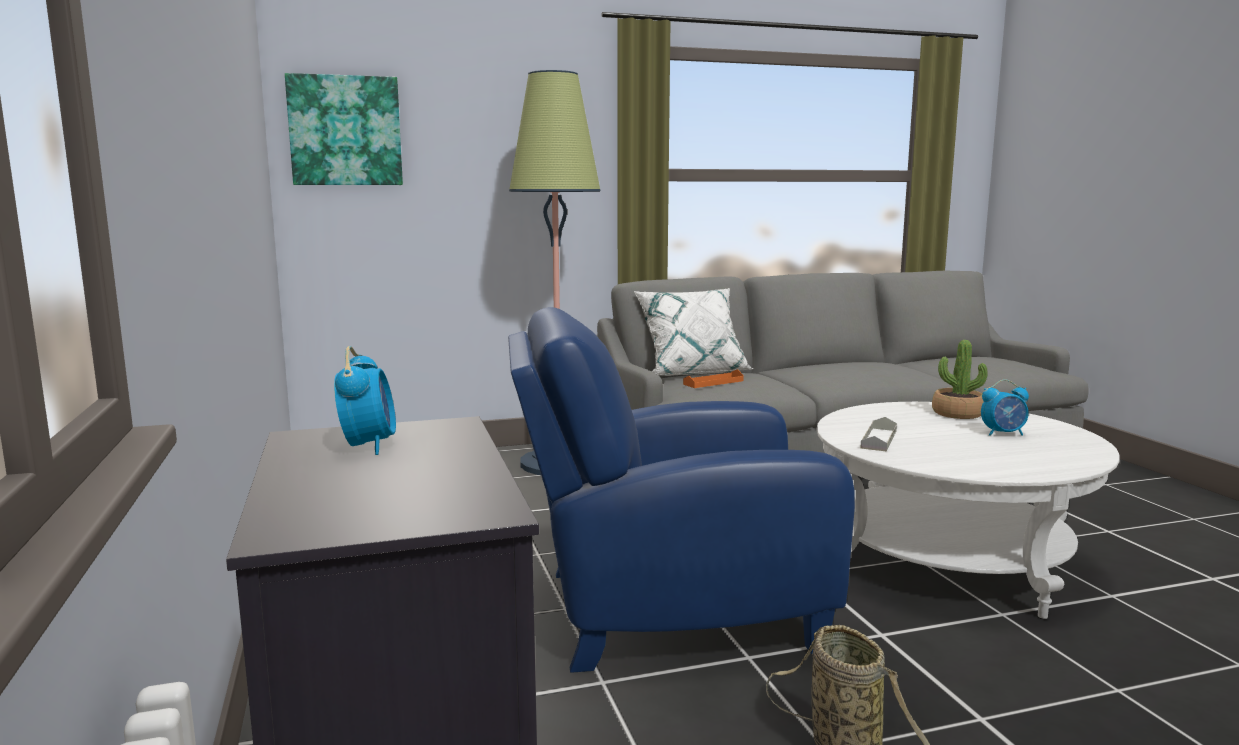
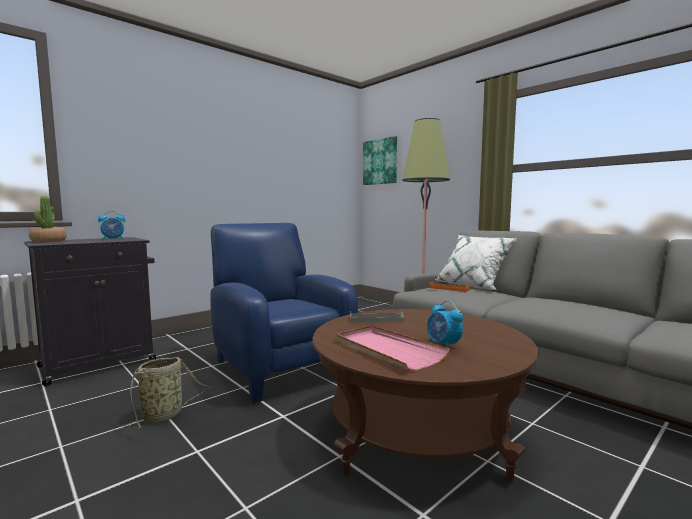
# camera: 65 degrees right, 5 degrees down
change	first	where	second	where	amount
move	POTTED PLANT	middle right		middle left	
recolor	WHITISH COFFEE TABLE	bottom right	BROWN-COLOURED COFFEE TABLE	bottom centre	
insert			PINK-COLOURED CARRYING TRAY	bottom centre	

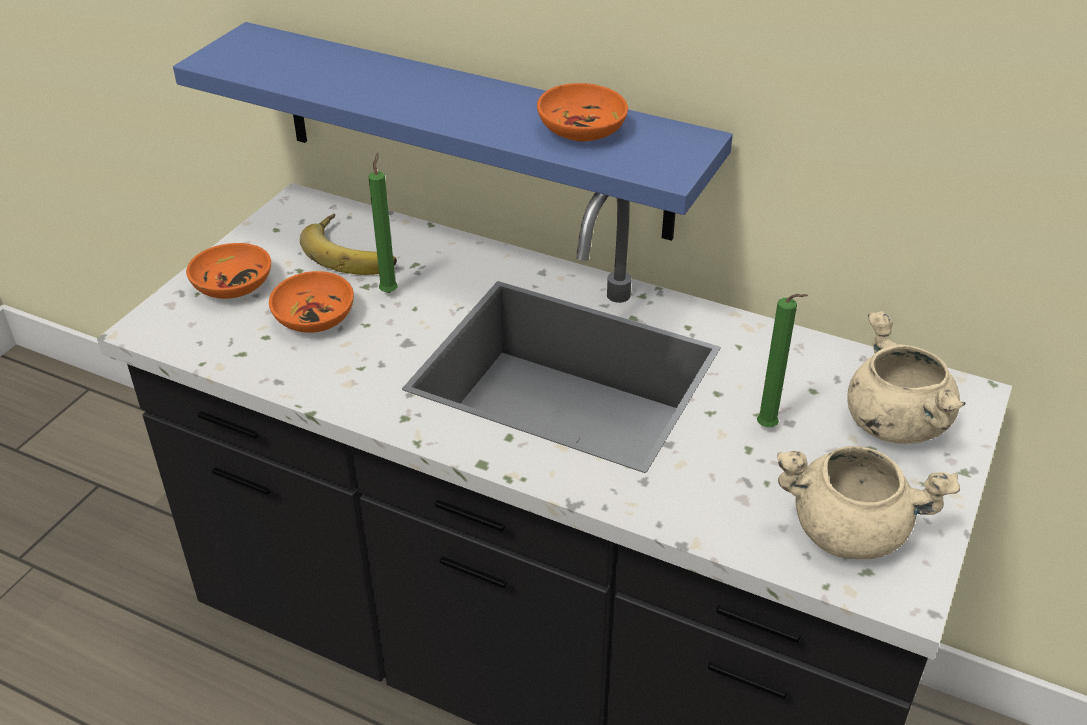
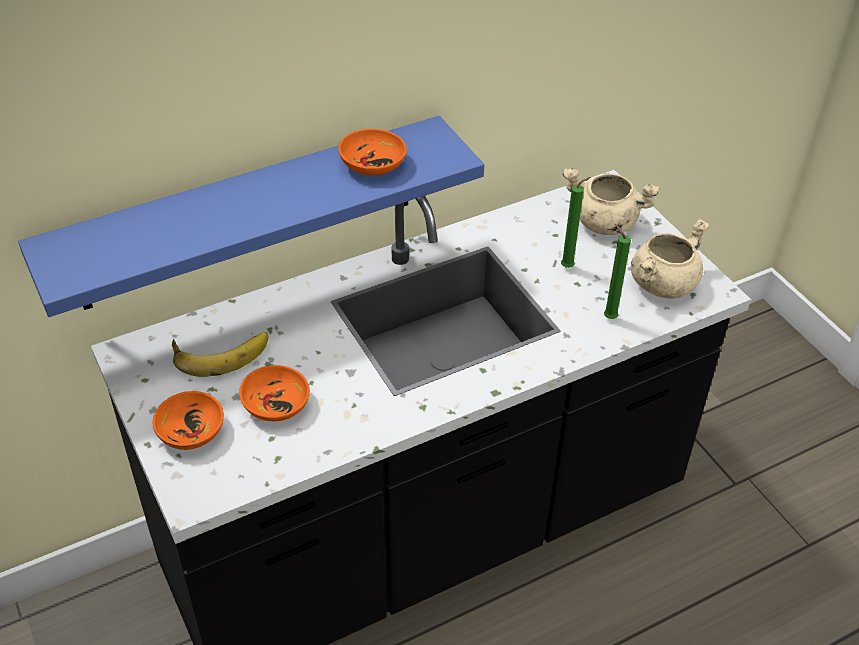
# camera: 55 degrees left, 5 degrees up
change	first	where	second	where	amount
move	GREEN WAX CANDLE (1st from left in the first image)	top centre	GREEN WAX CANDLE (2nd from left)	middle right	

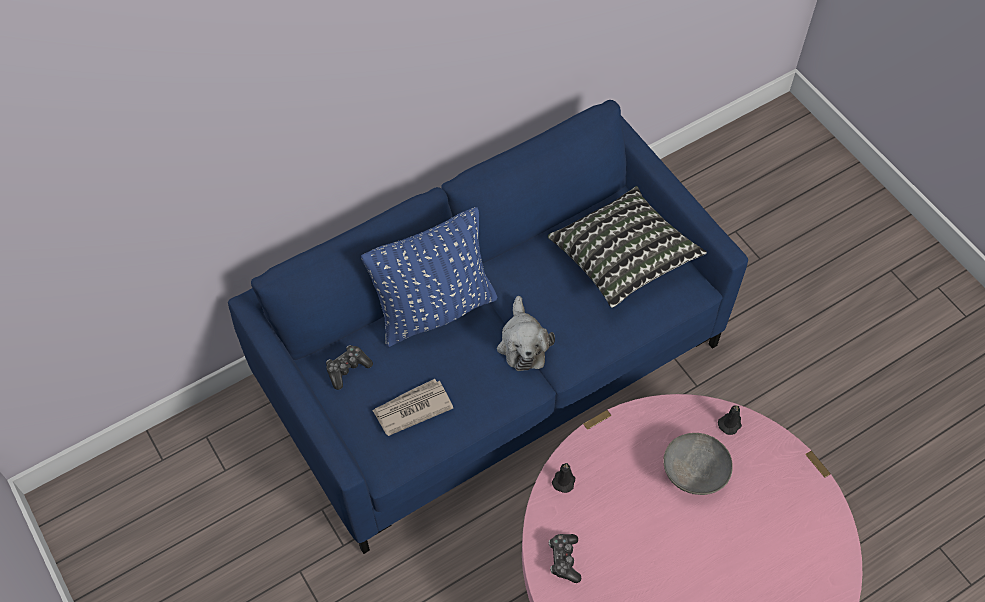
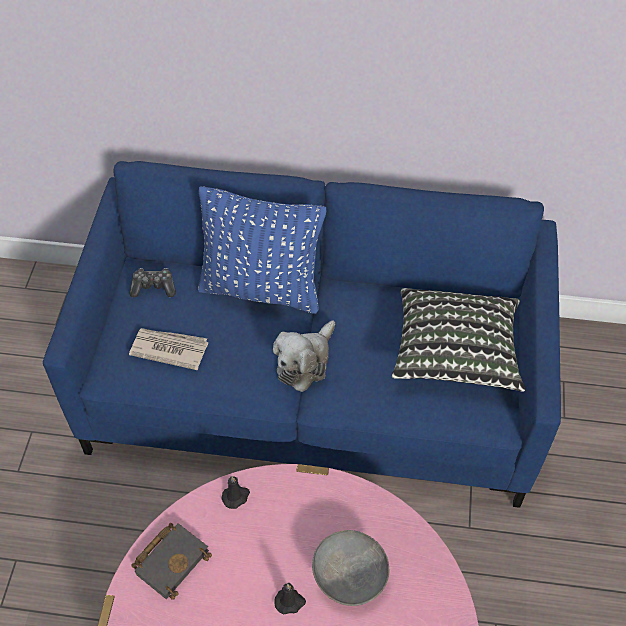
# camera: 40 degrees right, 5 degrees down
change	first	where	second	where	amount
move	BLACKISH WAX CANDLE (2nd from left)	bottom right		bottom centre	
replace	GAME CONTROLLER (2nd from left)	bottom centre	BLACKISH VOLUME	bottom left	

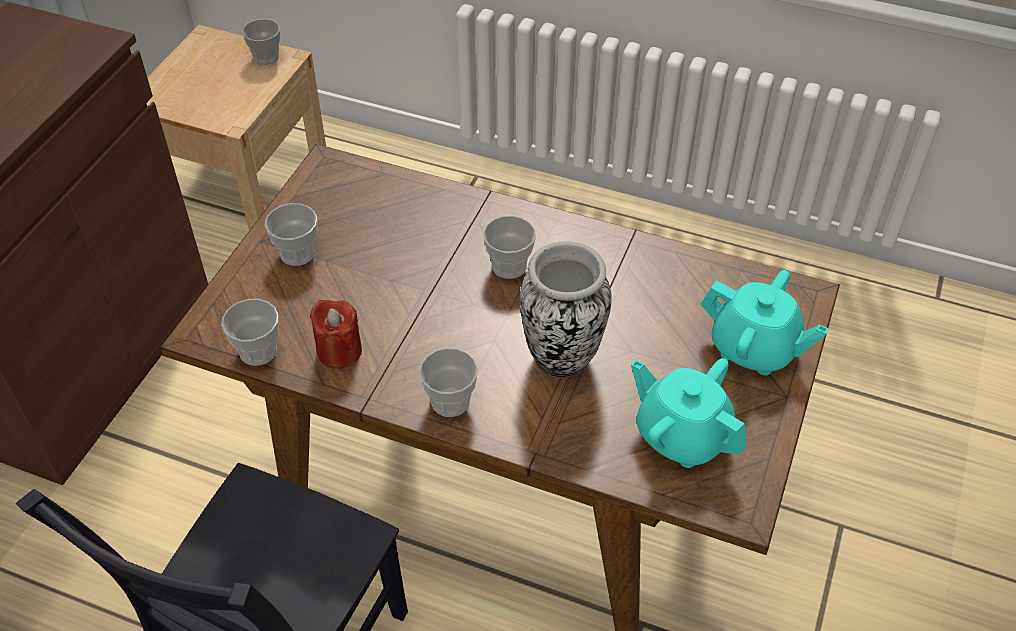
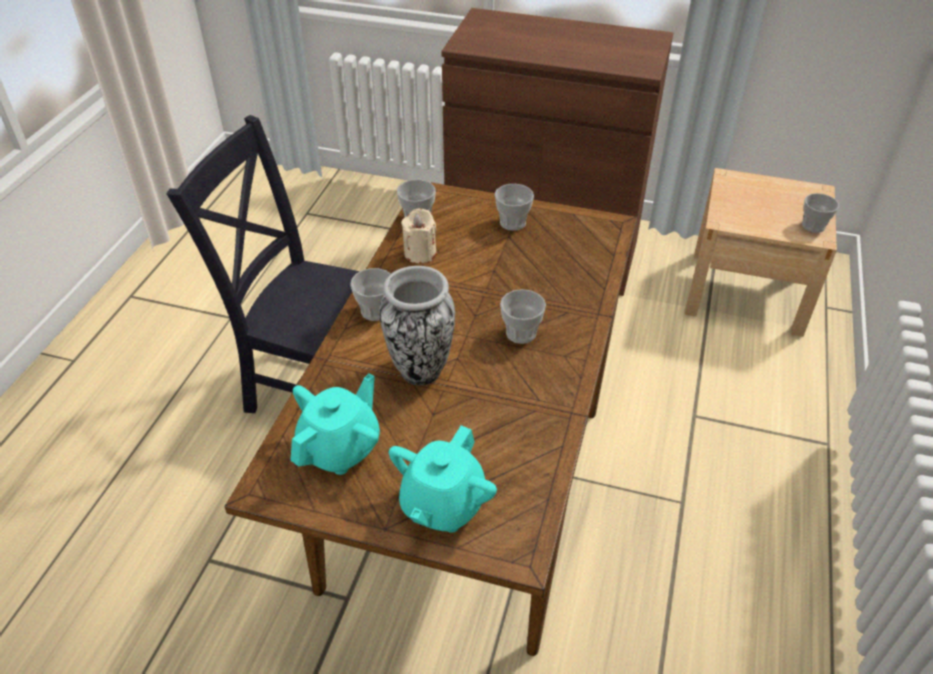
# camera: 85 degrees right, 5 degrees down
change	first	where	second	where	amount
recolor	RED-COLOURED WAX CANDLE	middle left	BEIGE WAX CANDLE	centre	

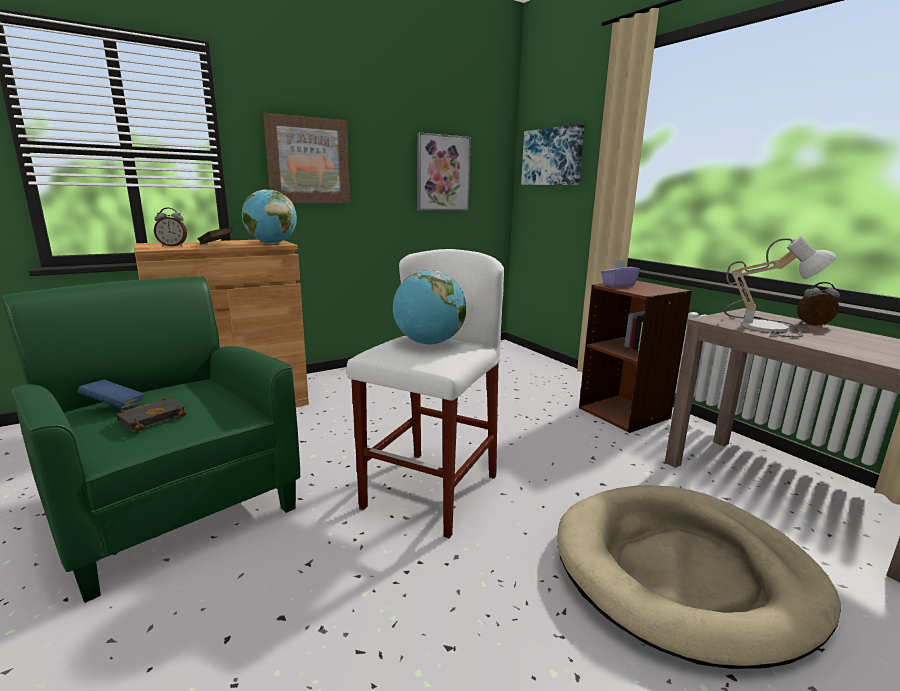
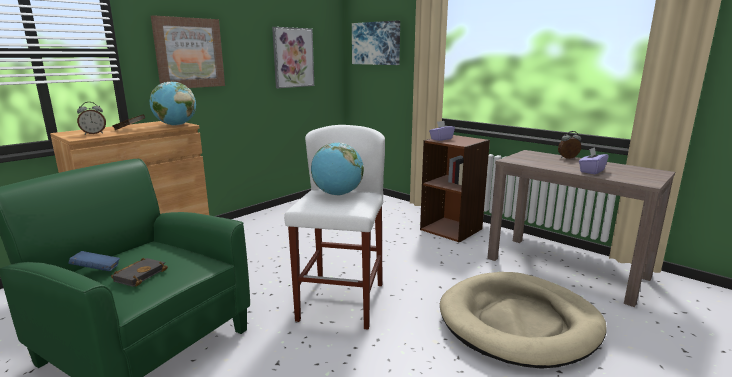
# camera: 15 degrees left, 0 degrees up
change	first	where	second	where	amount
delete	TABLE LAMP	middle right			
insert			PURPLE TISSUE HOLDER (2nd from left)	middle right	

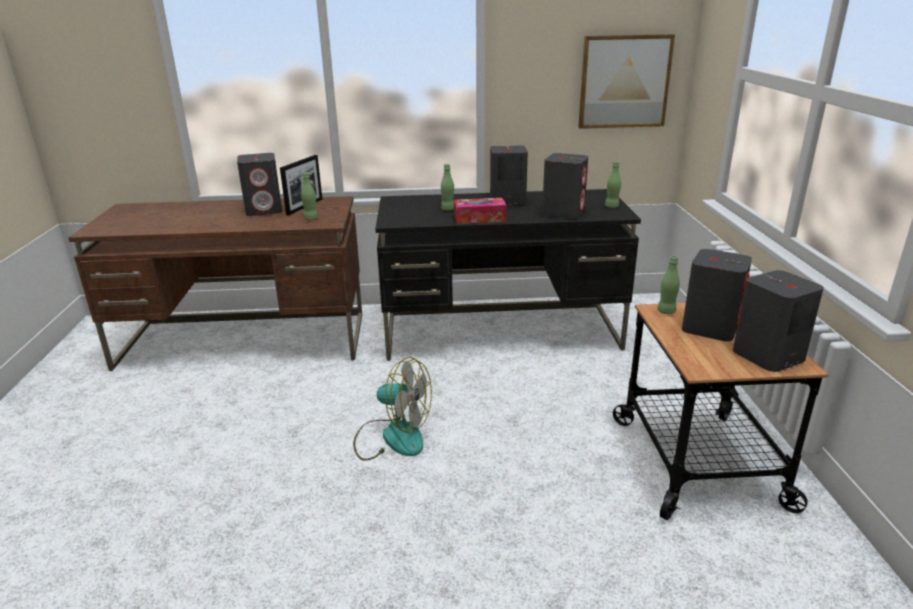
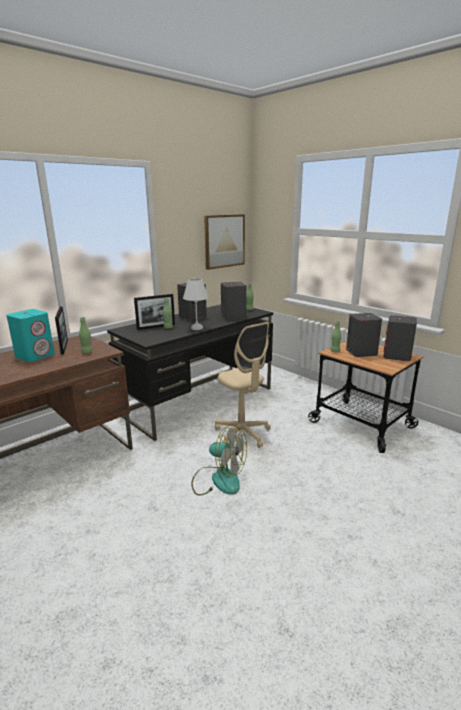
# camera: 40 degrees left, 5 degrees down
change	first	where	second	where	amount
recolor	GREY AUDIO SPEAKER (1st from left)	top left	BLUE-GREEN AUDIO SPEAKER	middle left	
replace	TISSUE HOLDER	centre	WHITISH TABLE LAMP	centre	
rotate	FAN	bottom centre		centre	45 degrees clockwise
insert			PICTURE FRAME (2nd from left)	centre	
insert			BEIGE DESK CHAIR	centre	

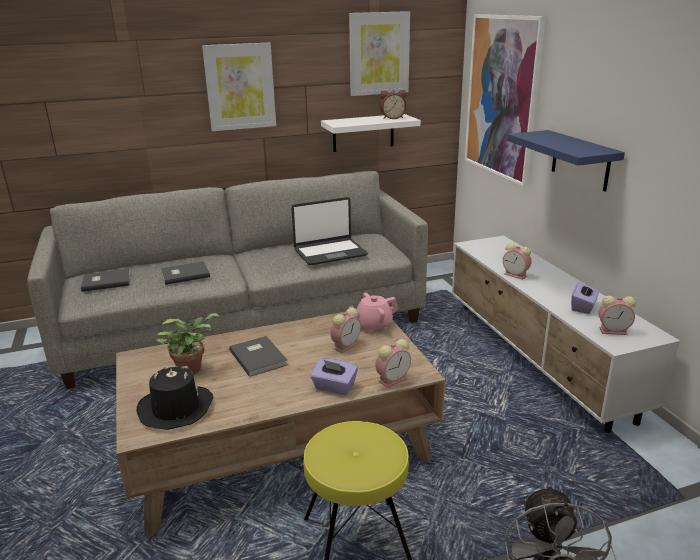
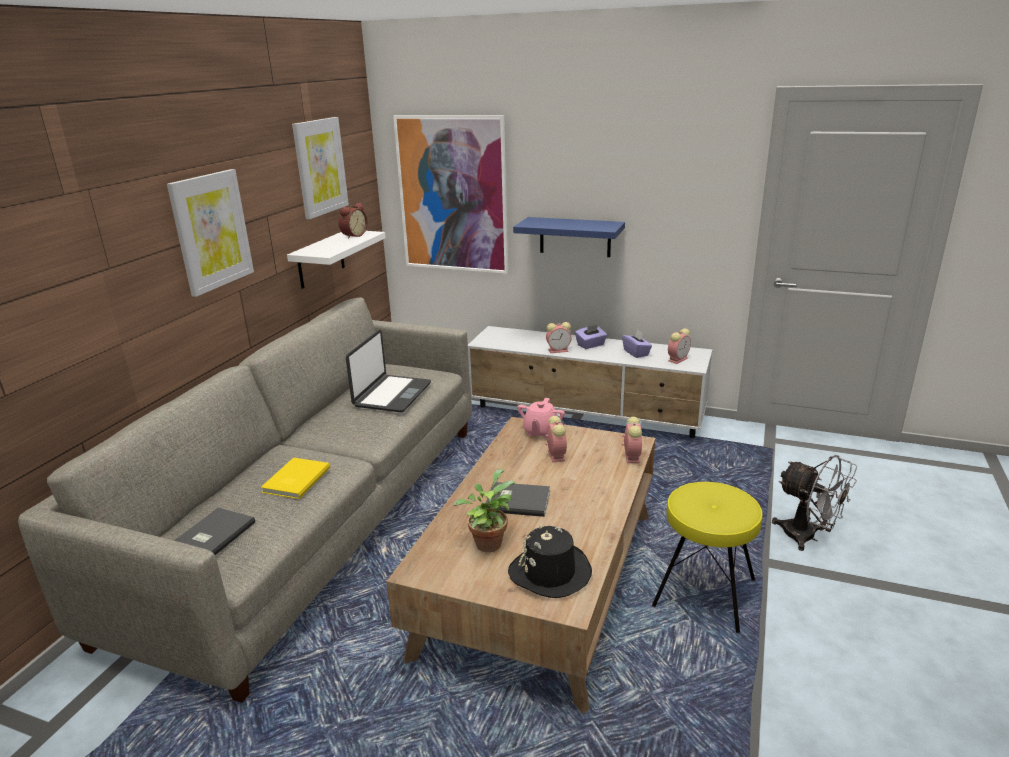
# camera: 50 degrees left, 0 degrees up
change	first	where	second	where	amount
recolor	GREY VOLUME (2nd from left)	middle left	YELLOW VOLUME	middle left	
move	PURPLE TISSUE HOLDER (1st from left)	bottom centre		centre	

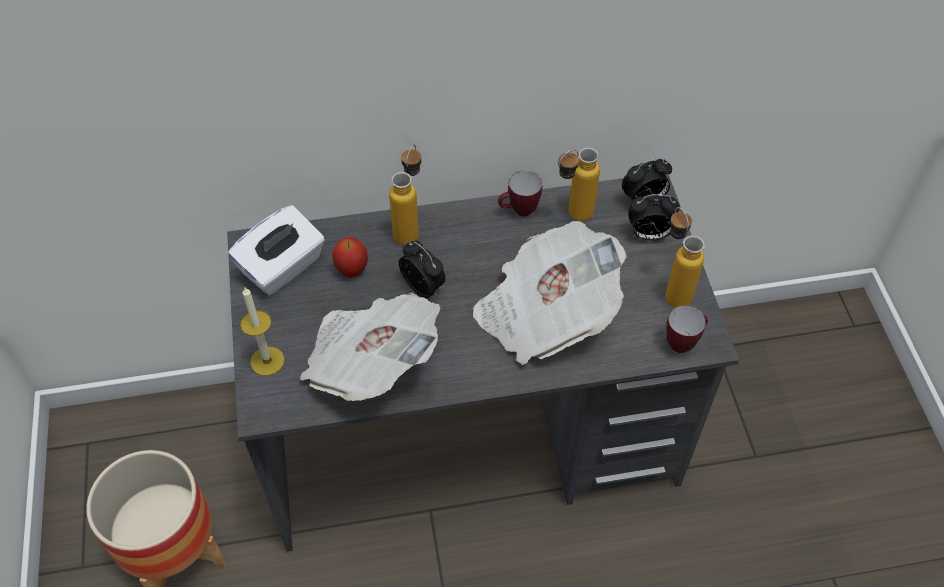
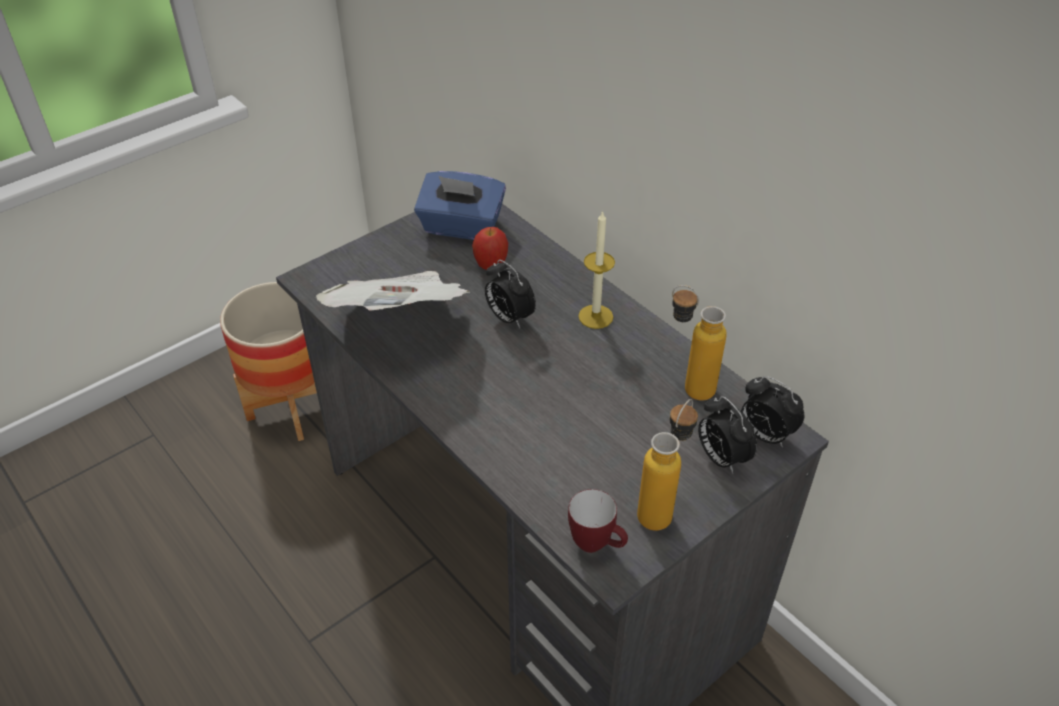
# camera: 60 degrees right, 10 degrees down
change	first	where	second	where	amount
delete	DRINK BOTTLE (1st from left)	top centre			
delete	TEA MUG (1st from left)	top centre			
recolor	WHITISH TISSUE HOLDER	middle left	BLUISH TISSUE HOLDER	top centre	
delete	PRINTED PAPER (2nd from left)	centre			
rotate	TABLE CLOCK (1st from left)	centre		centre	120 degrees clockwise
move	WAX CANDLE	middle left		centre	

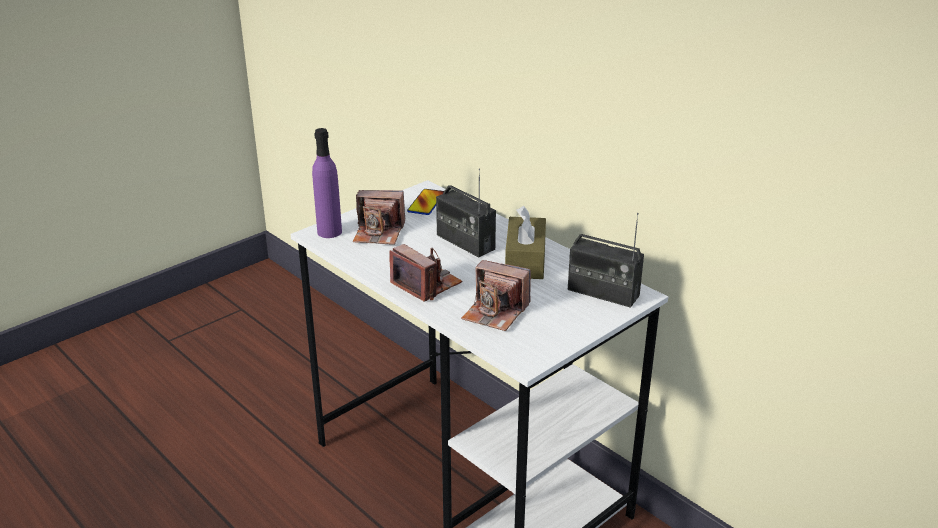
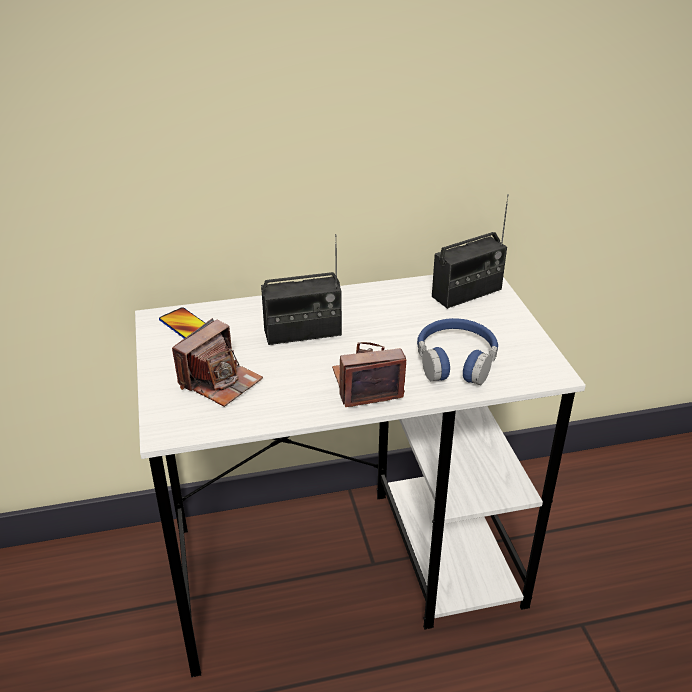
# camera: 60 degrees left, 5 degrees up
change	first	where	second	where	amount
delete	PURPLE DRINK BOTTLE	centre			
delete	BROWN-COLOURED TISSUE HOLDER	centre			
replace	PHOTO CAMERA (3rd from left)	centre	BLUISH HEADSET	centre	

